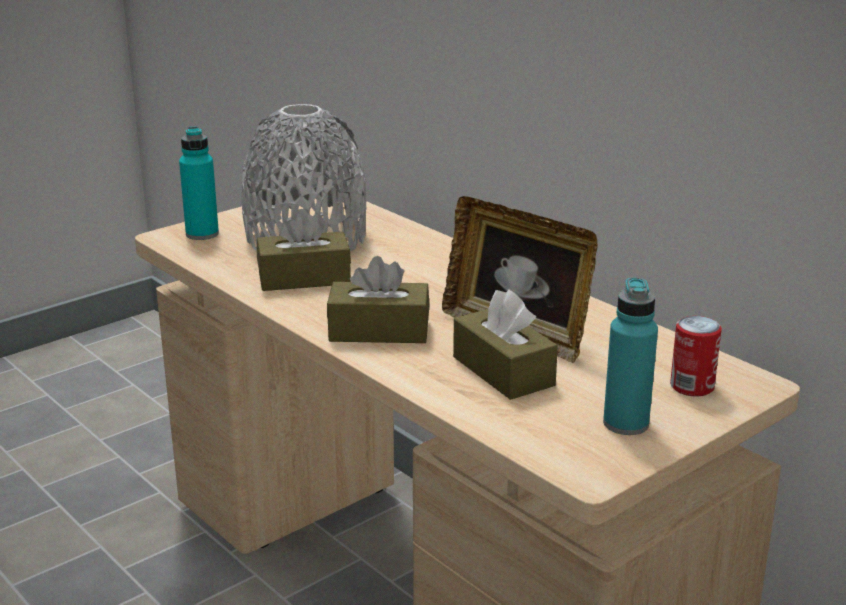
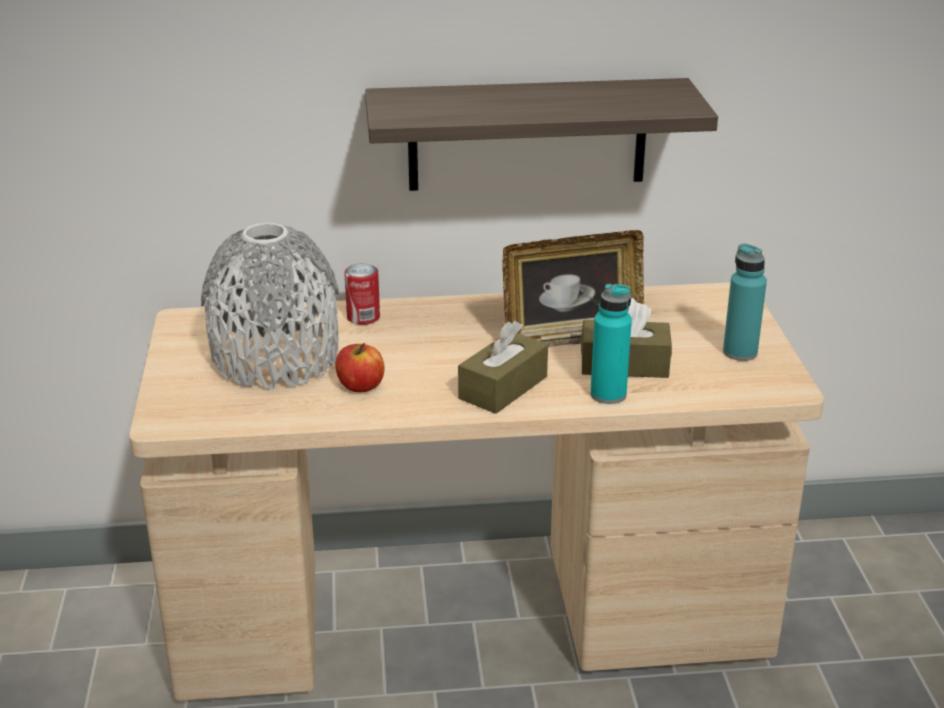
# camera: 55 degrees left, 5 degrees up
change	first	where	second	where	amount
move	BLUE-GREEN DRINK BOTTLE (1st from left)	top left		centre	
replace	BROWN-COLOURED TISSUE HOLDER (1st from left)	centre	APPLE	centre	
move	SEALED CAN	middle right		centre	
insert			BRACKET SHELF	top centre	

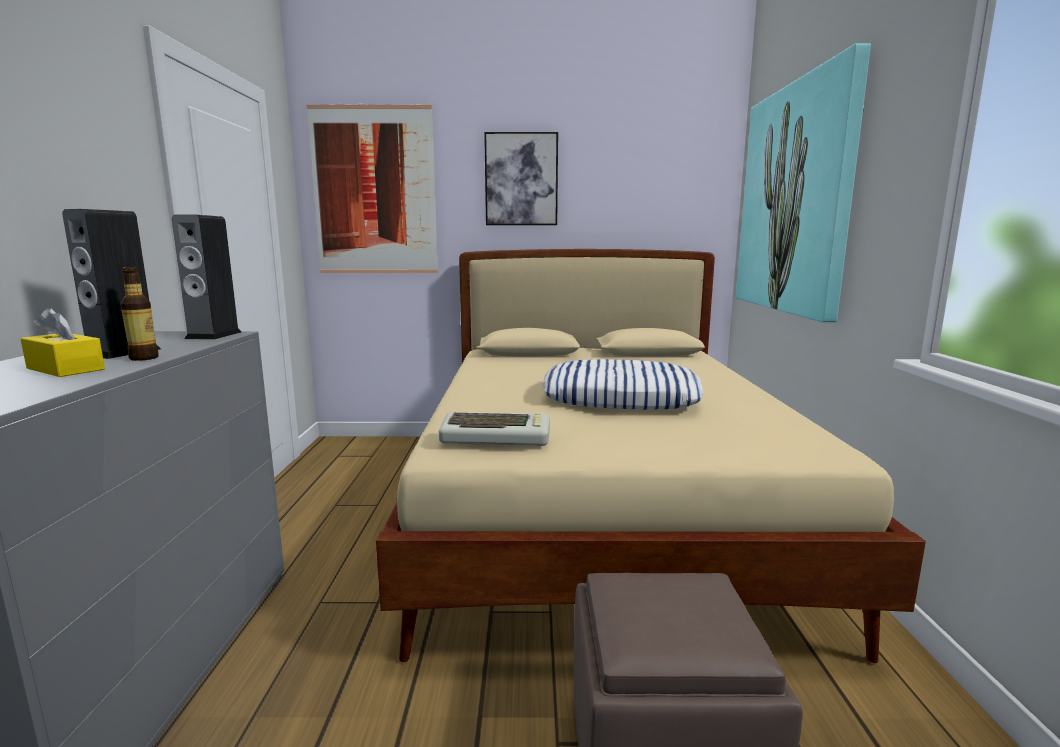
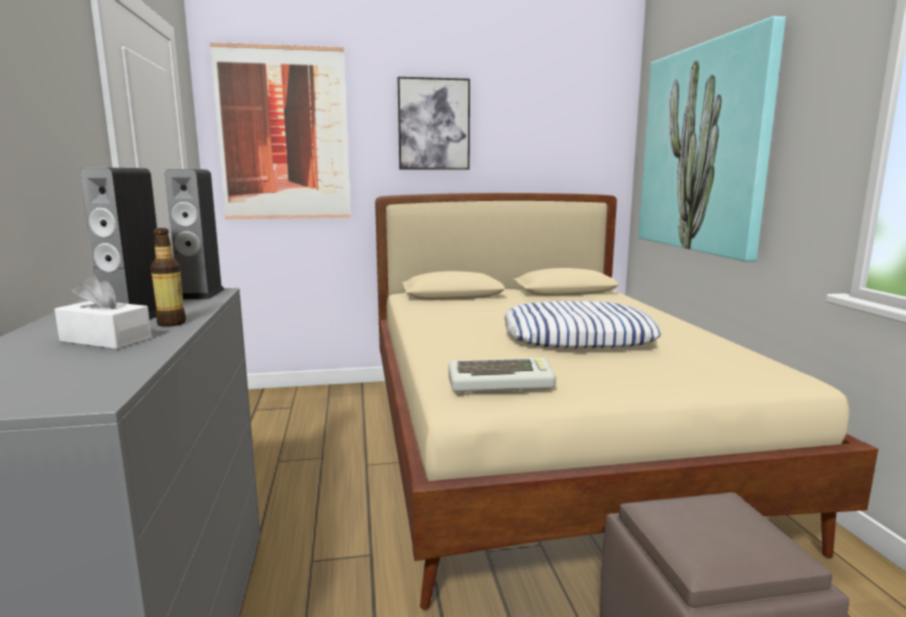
# camera: 10 degrees left, 0 degrees up
change	first	where	second	where	amount
recolor	YELLOW TISSUE HOLDER	middle left	WHITISH TISSUE HOLDER	middle left	

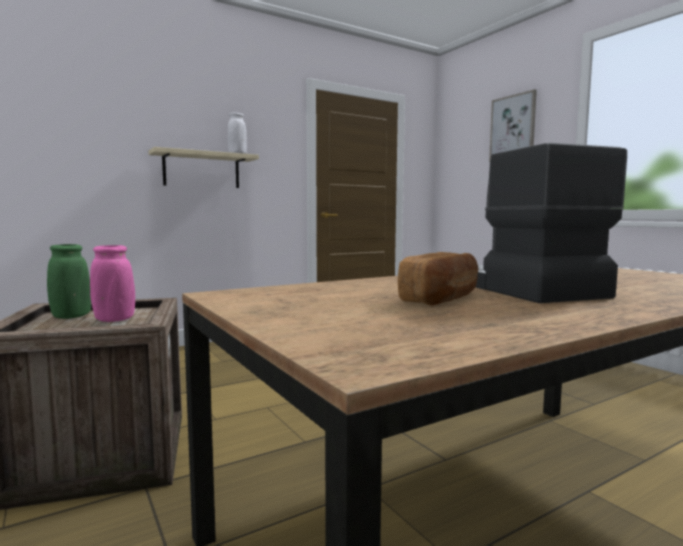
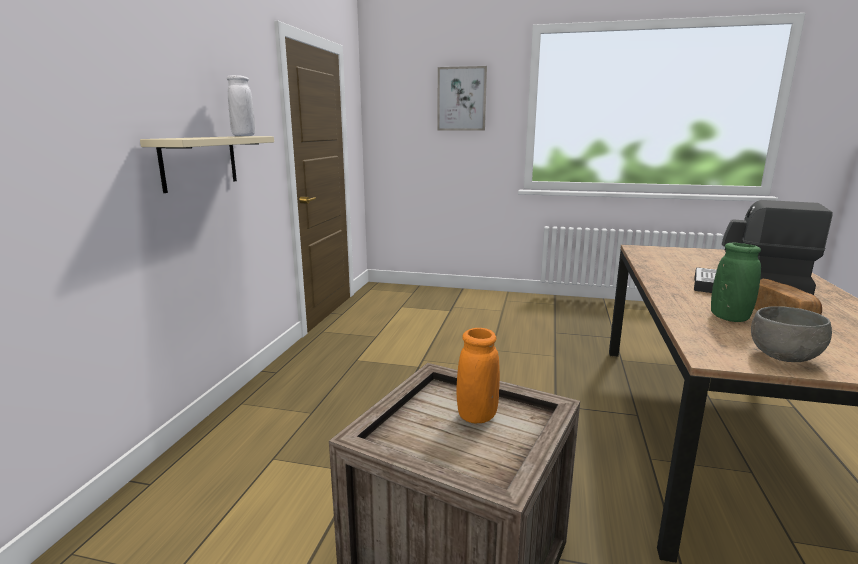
# camera: 45 degrees left, 10 degrees up
change	first	where	second	where	amount
move	GREEN VASE	middle left		middle right	
recolor	PINK-COLOURED VASE	middle left	ORANGE VASE	centre	
insert			GREY DEEP DISH	middle right	

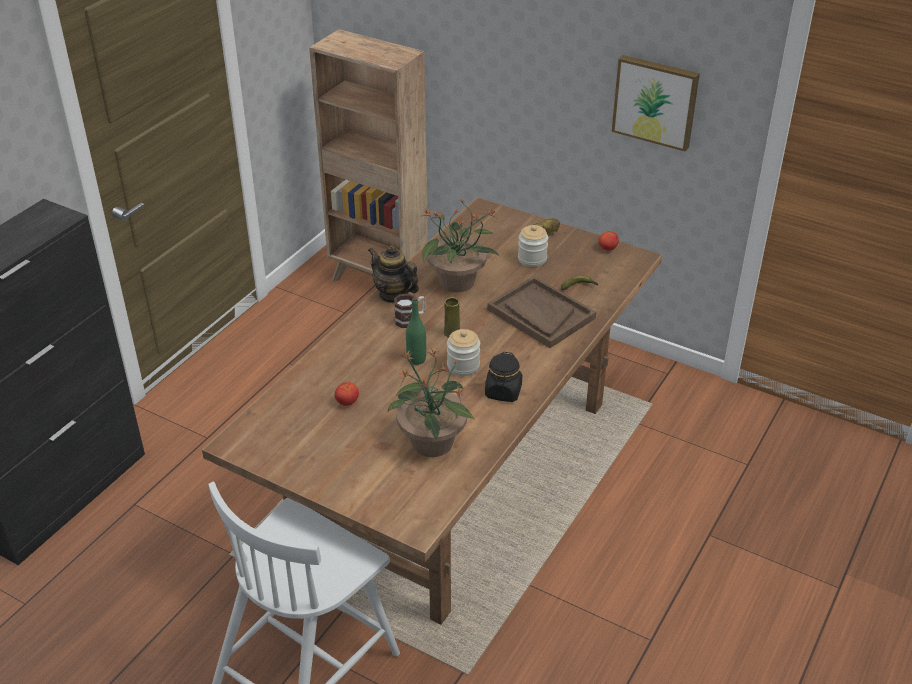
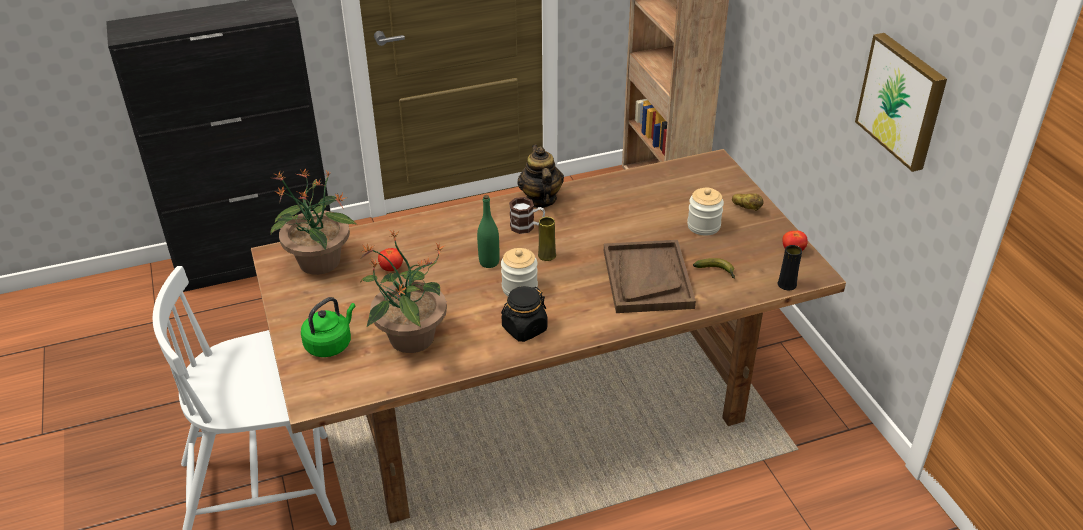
# camera: 40 degrees right, 0 degrees up
change	first	where	second	where	amount
move	POTTED PLANT (2nd from left in the first image)	centre	POTTED PLANT (1st from left)	middle left	
insert			BLACKISH VASE	middle right	
insert			GREEN WATER KETTLE	middle left	

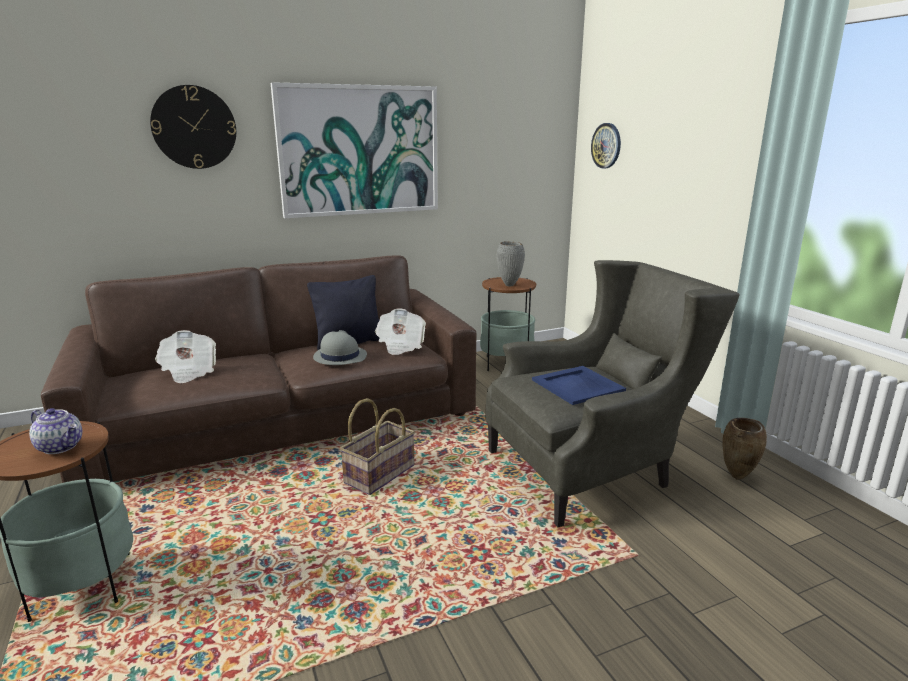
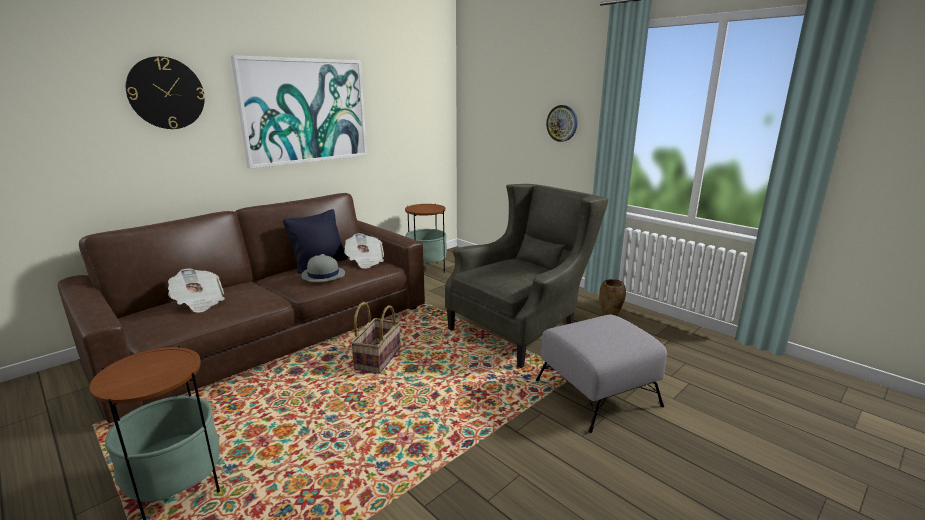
# camera: 20 degrees left, 0 degrees up
change	first	where	second	where	amount
move	CLOCK ON THE WALL (2nd from left)	top right		top centre	
delete	GREY VASE	centre			
delete	BLUISH CARRYING TRAY	centre			
delete	TEA POT	middle left			
insert			GREY FOOTREST	bottom centre	

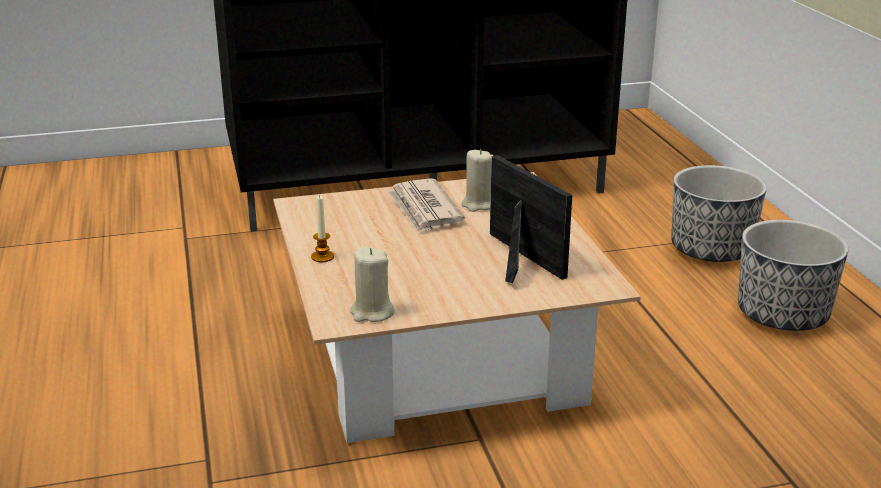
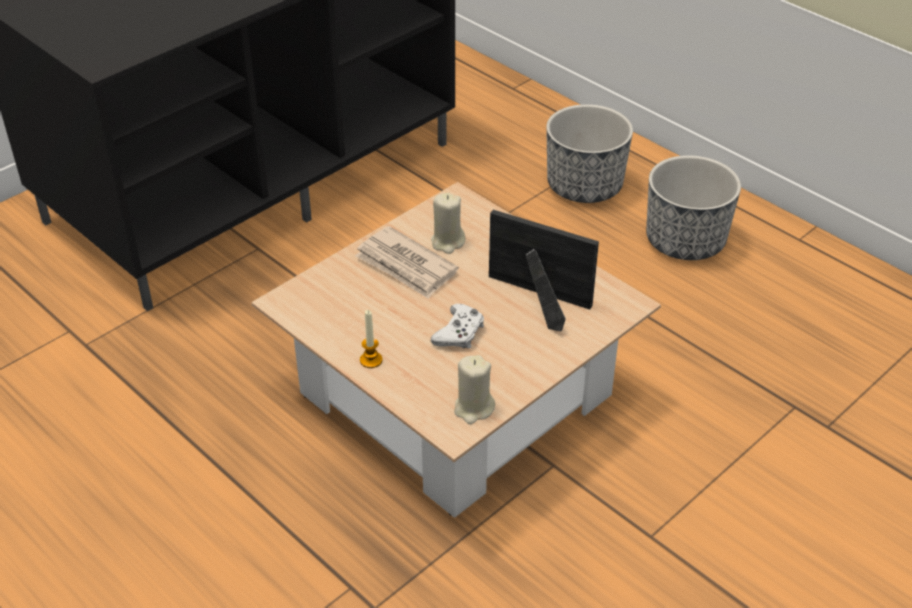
# camera: 30 degrees left, 15 degrees up
change	first	where	second	where	amount
insert			WHITISH GAME CONTROLLER	centre	

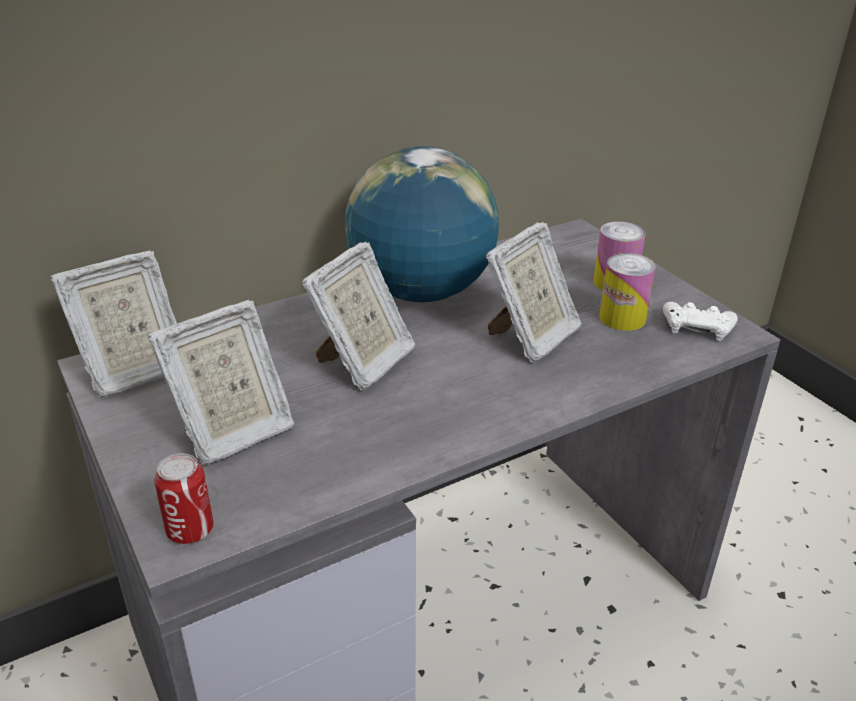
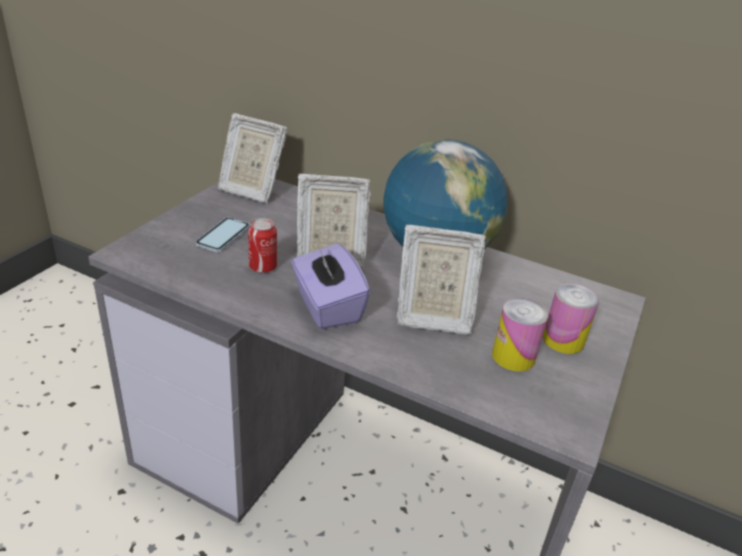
# camera: 55 degrees right, 0 degrees up
change	first	where	second	where	amount
replace	PICTURE FRAME (2nd from left)	middle left	TELEPHONE	middle left	
delete	WHITISH GAME CONTROLLER	middle right			
move	SEALED CAN (1st from left)	bottom left		centre	
insert			PURPLE TISSUE HOLDER	centre	

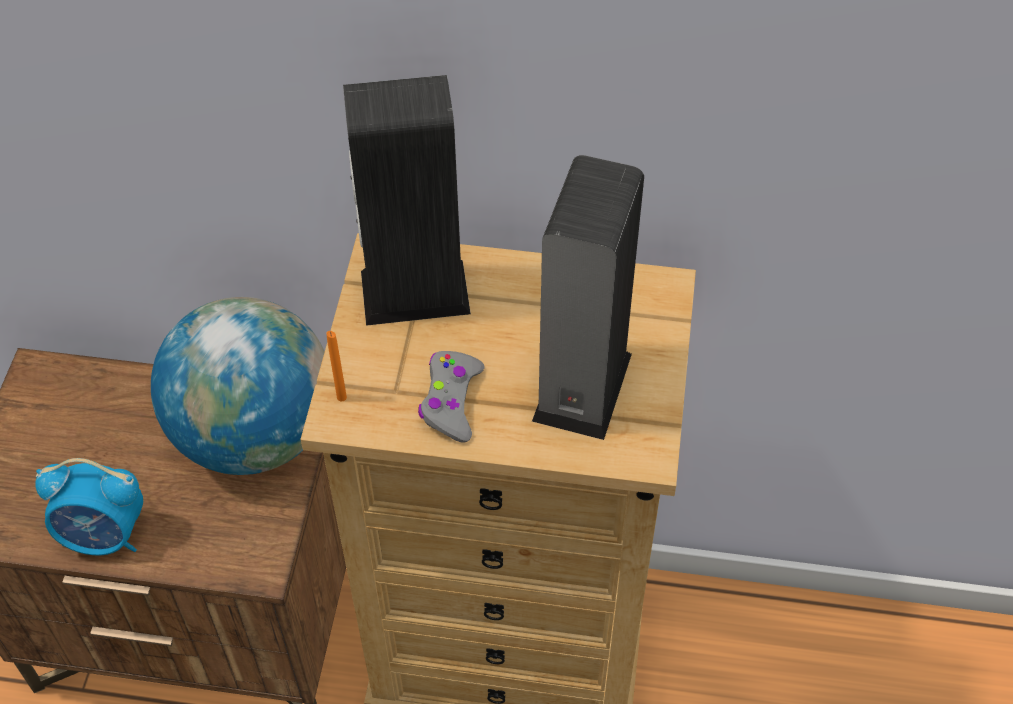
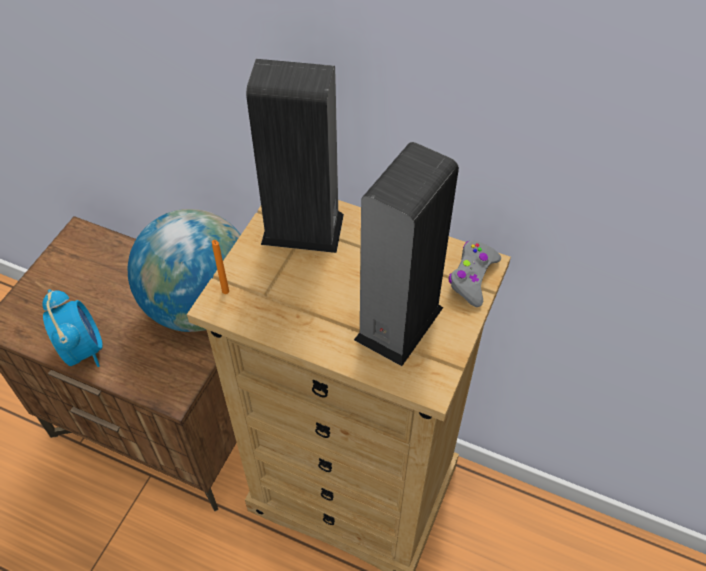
# camera: 15 degrees right, 0 degrees up
change	first	where	second	where	amount
move	GREY GAME CONTROLLER	centre		middle right	
rotate	TABLE CLOCK	bottom left		middle left	135 degrees counterclockwise

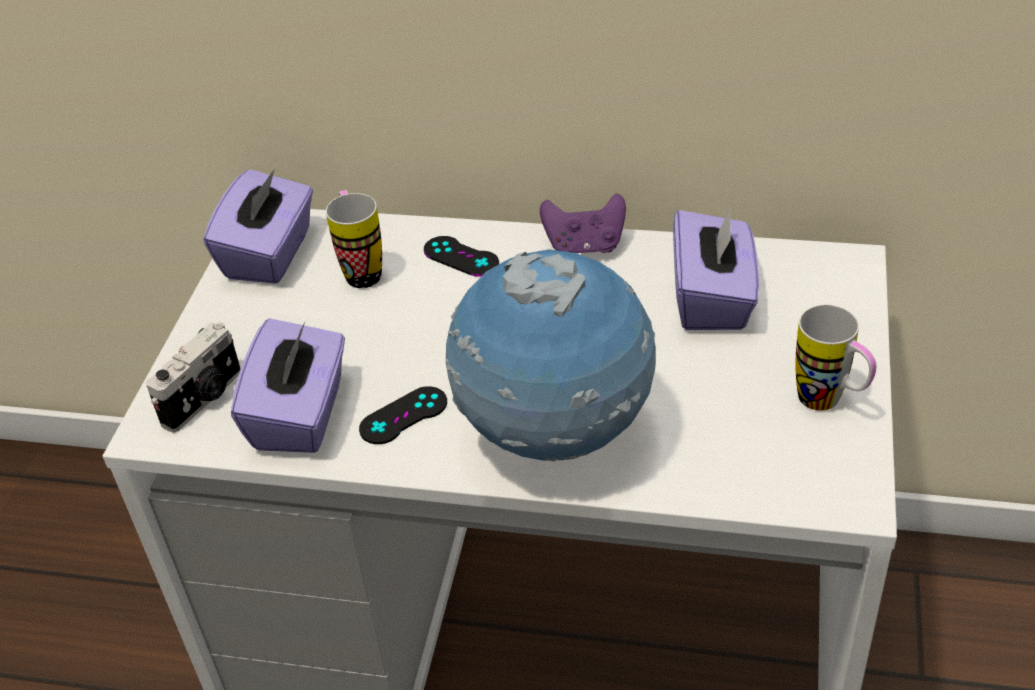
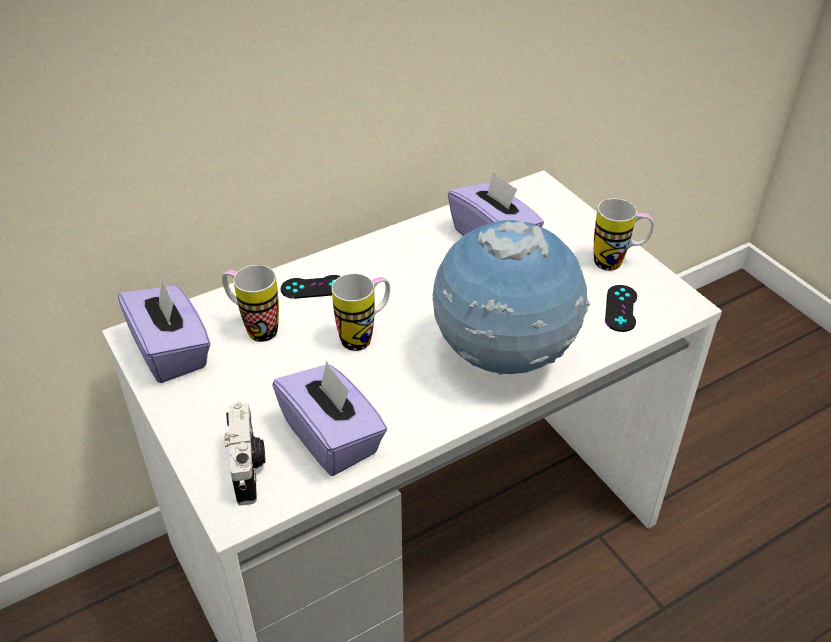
# camera: 45 degrees left, 0 degrees up
change	first	where	second	where	amount
delete	PURPLE GAME CONTROLLER	top centre			
move	BLACKISH GAME CONTROLLER (1st from left in the first image)	centre	BLACKISH GAME CONTROLLER (2nd from left)	middle right	
insert			TEA MUG (2nd from left)	centre	

